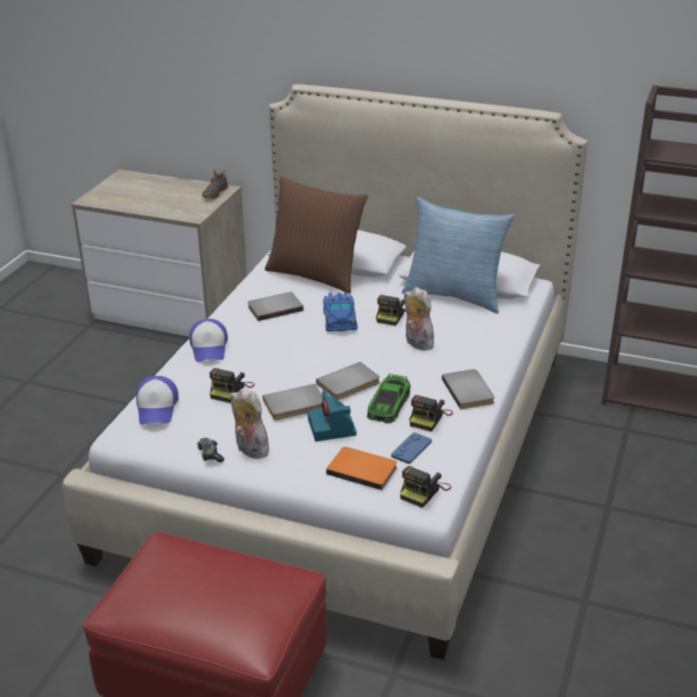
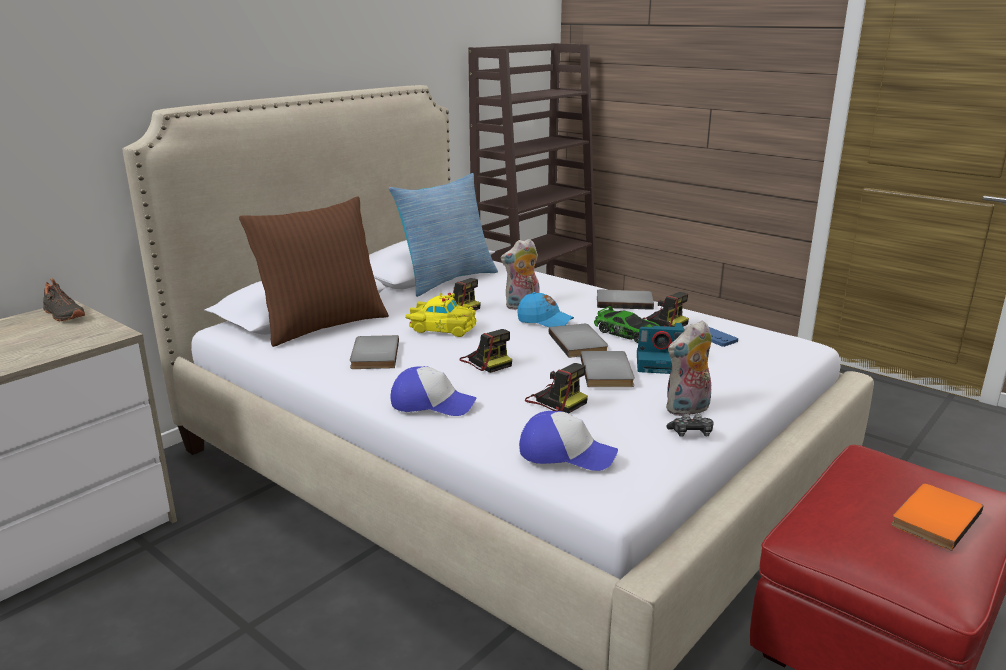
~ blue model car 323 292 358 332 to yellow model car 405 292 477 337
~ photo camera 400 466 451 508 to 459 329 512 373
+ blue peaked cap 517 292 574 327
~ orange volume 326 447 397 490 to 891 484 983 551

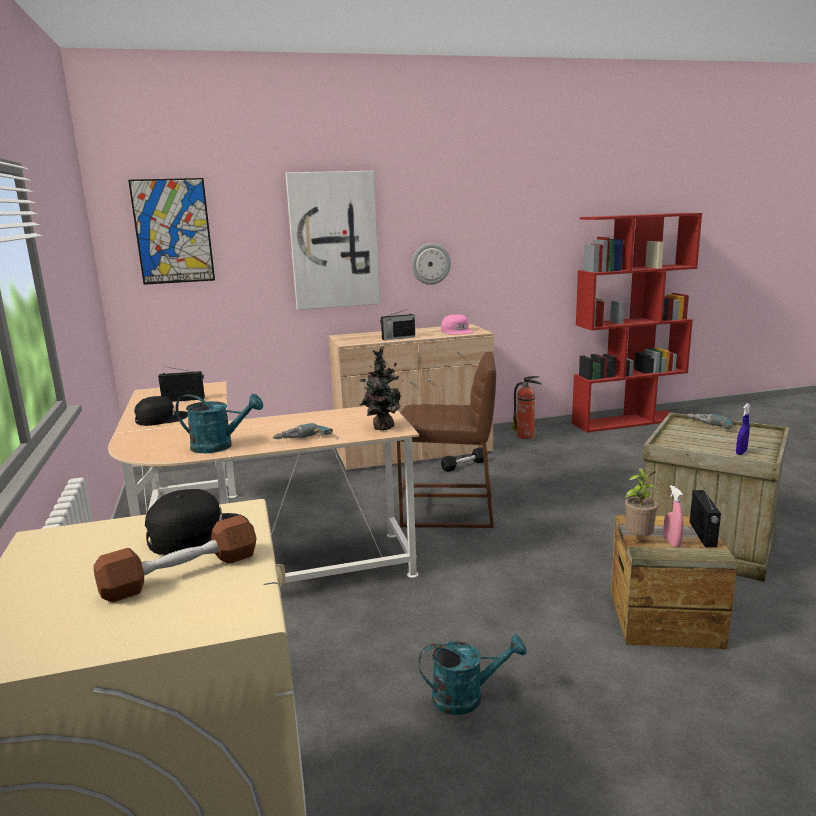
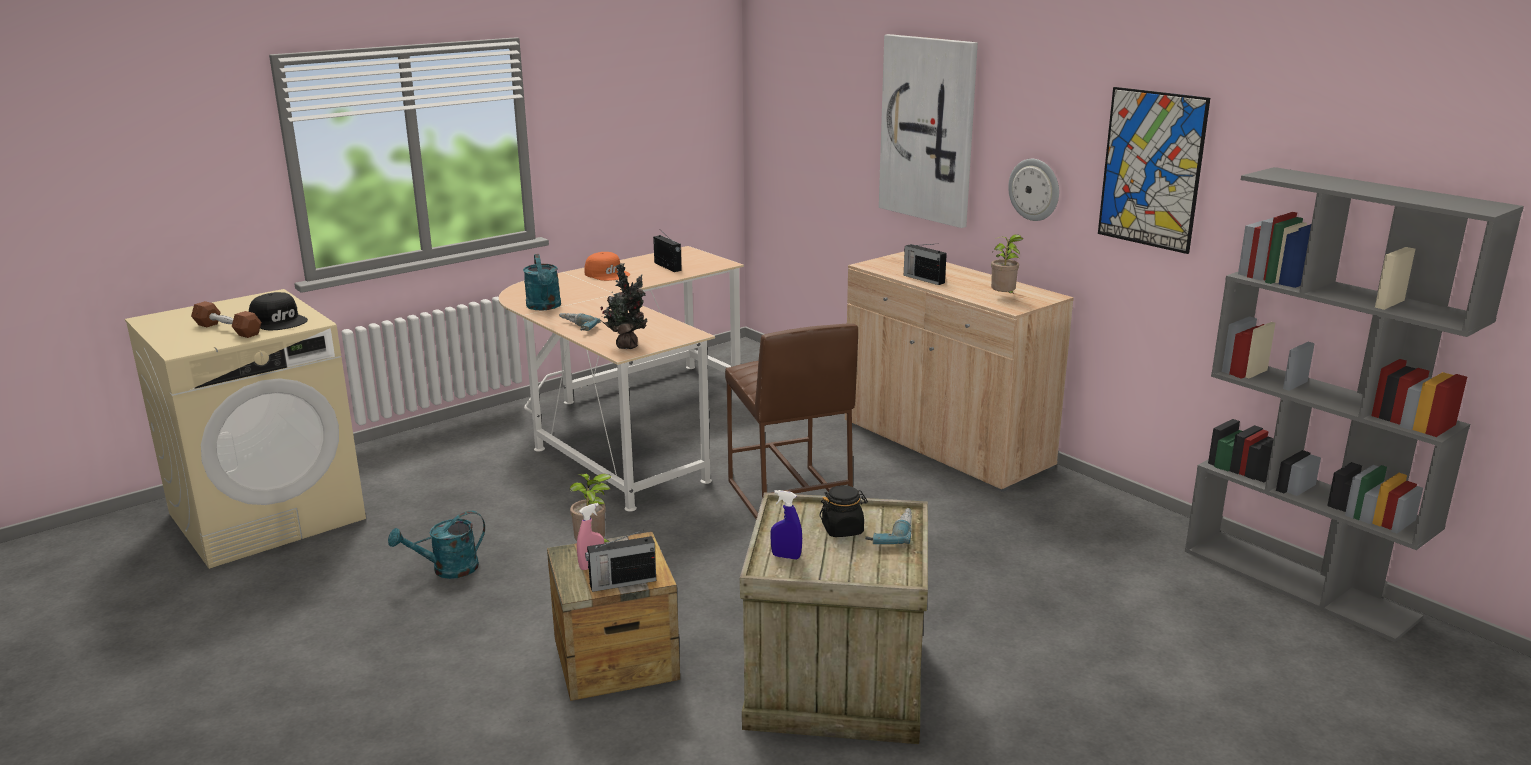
~ turquoise-coloured watering can 418 635 526 715 = 388 511 485 579 90 degrees clockwise
~ black peaked cap 134 396 188 426 to orange peaked cap 584 252 630 281
+ black preserve jar 819 485 868 537
~ pinkish peaked cap 441 314 474 335 to plant in a pot 991 234 1024 294
~ picture 128 178 215 285 to 1098 87 1210 254
~ red-coloured bookcase 572 213 702 433 to greyish bookcase 1185 167 1524 643
- black hand weight 441 447 488 472
- fire-fighting cylinder 512 376 542 439

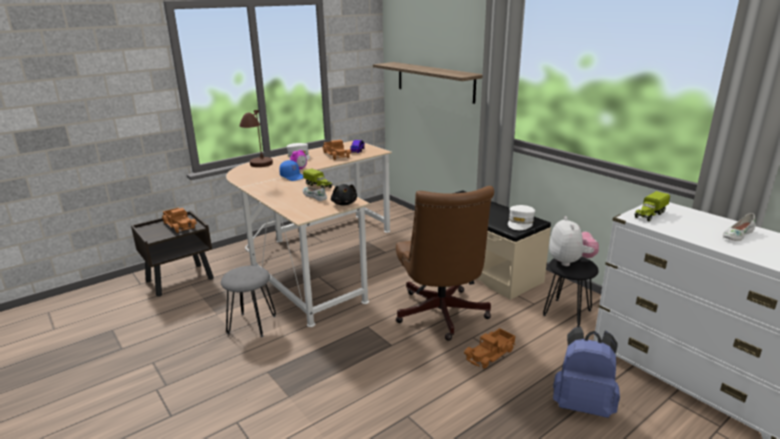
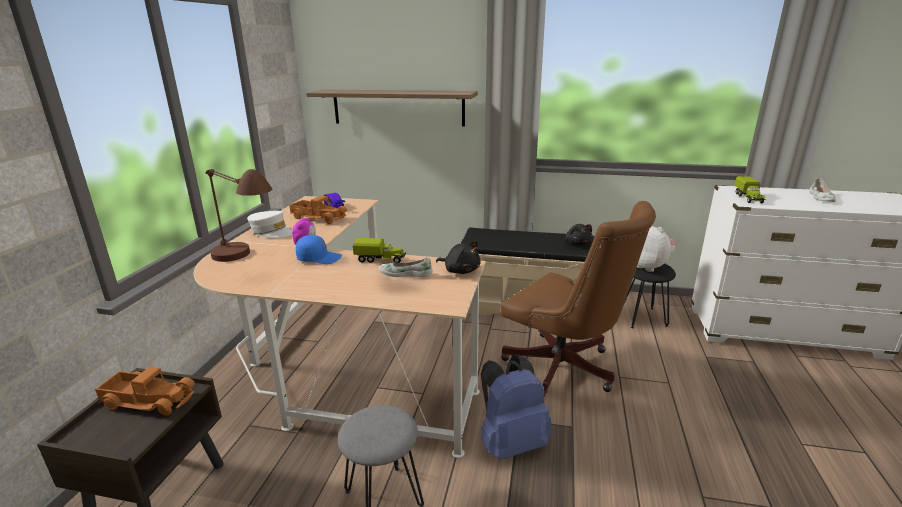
~ blue knapsack 553 326 620 418 to 481 355 552 460
~ whitish peaked cap 508 205 535 230 to black cuddly toy 565 224 592 245
- model truck 464 328 515 369

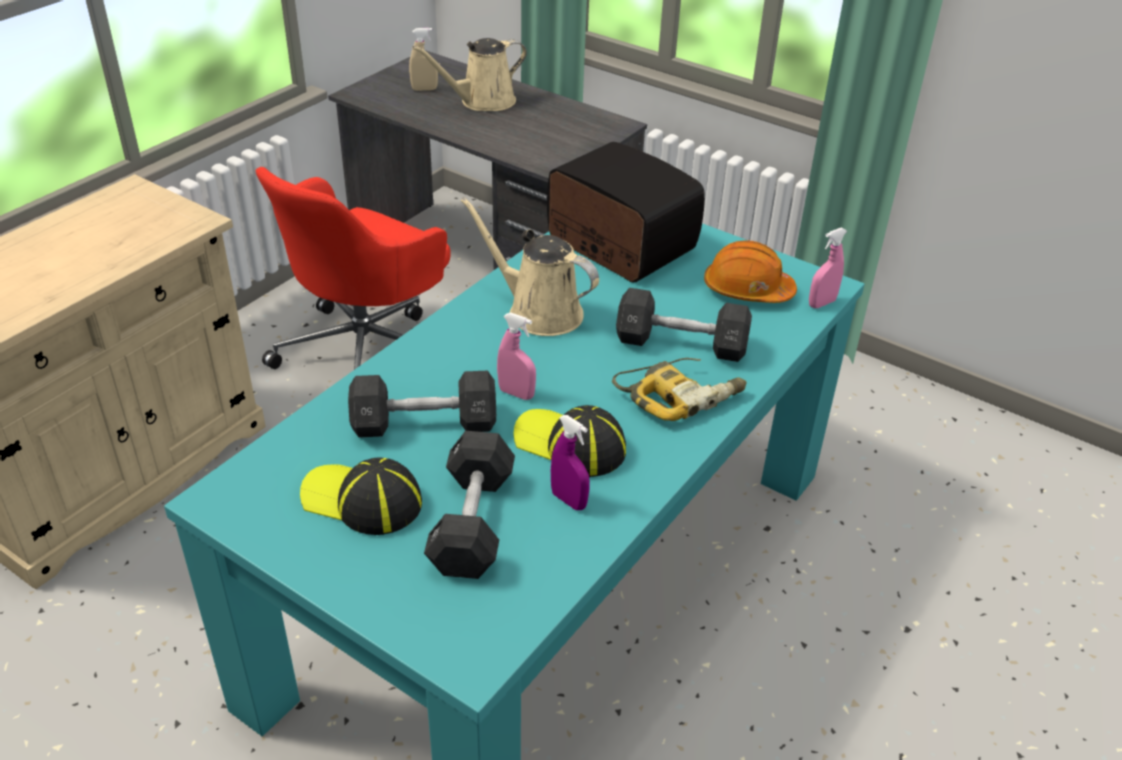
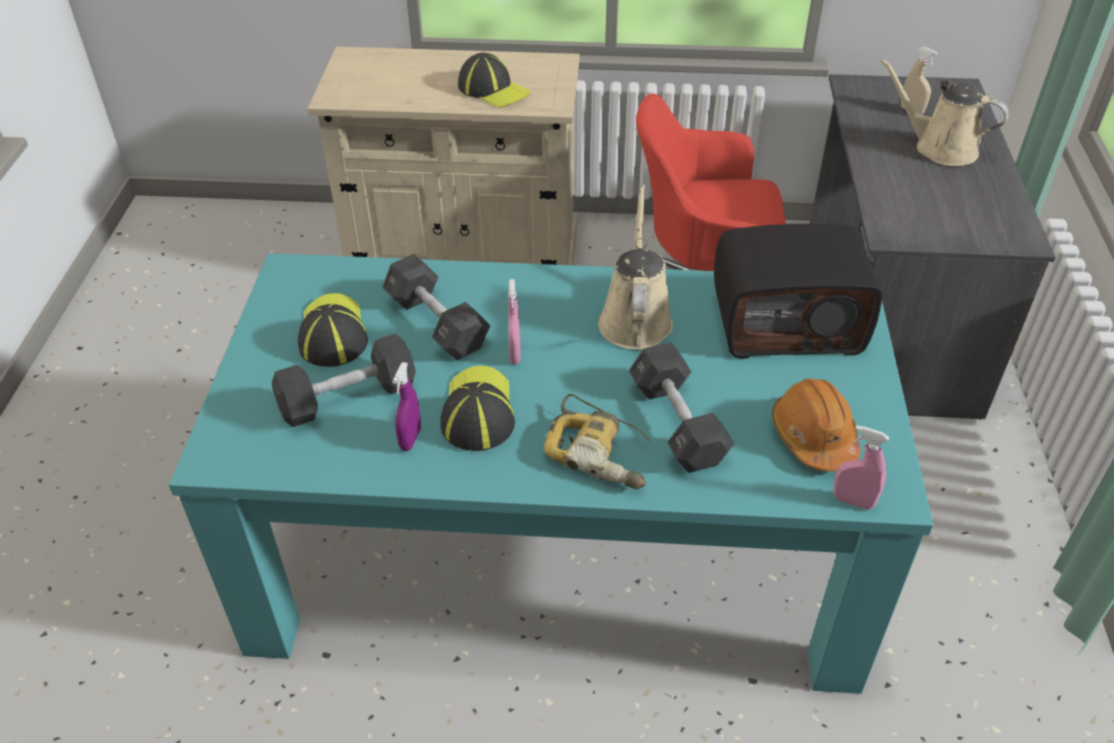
+ peaked cap 458 53 531 108
~ radio set 547 142 705 283 = 714 224 882 359 75 degrees clockwise

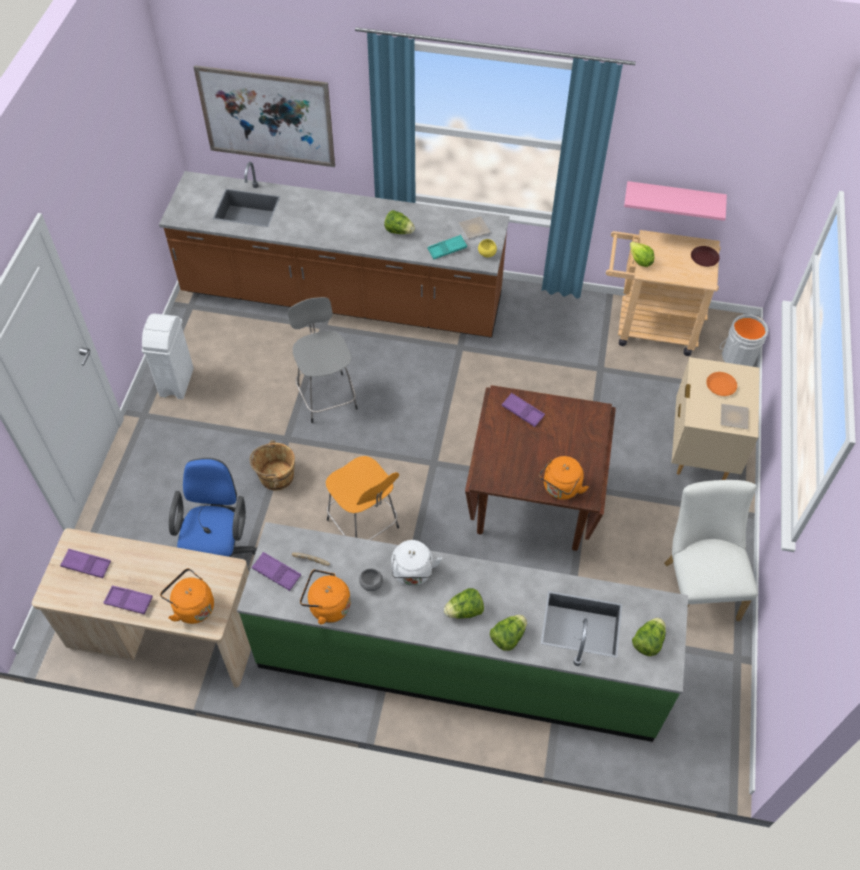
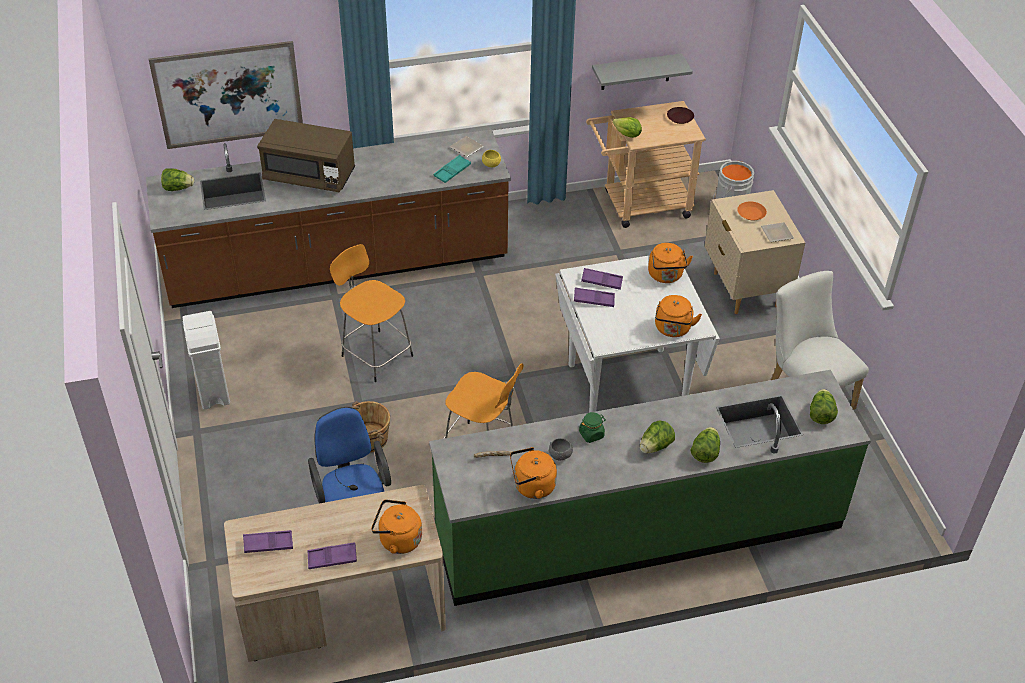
~ head of lettuce 384 210 415 234 to 161 168 194 191
+ brownish microwave oven 257 119 355 192
~ greyish stool seat 288 297 358 423 to orange stool seat 330 244 413 382
~ brownish kitchen table 465 385 616 551 to whitish kitchen table 556 255 720 413
~ purplish tray 252 552 301 591 to 574 288 615 307
~ whitish tea kettle 391 540 442 586 to green preserve jar 579 412 606 443
~ pinkish wall shelf 624 181 727 221 to greyish wall shelf 592 53 693 90
+ orange tea kettle 648 243 693 283

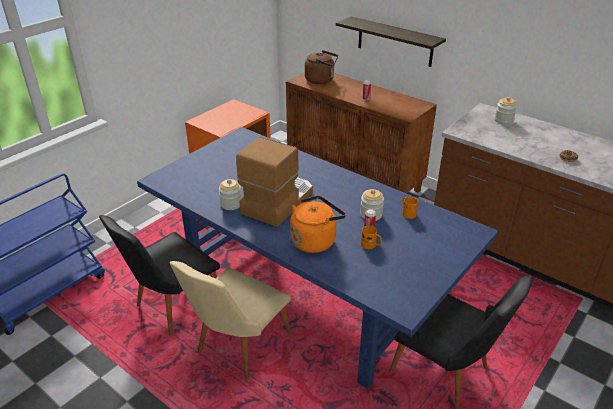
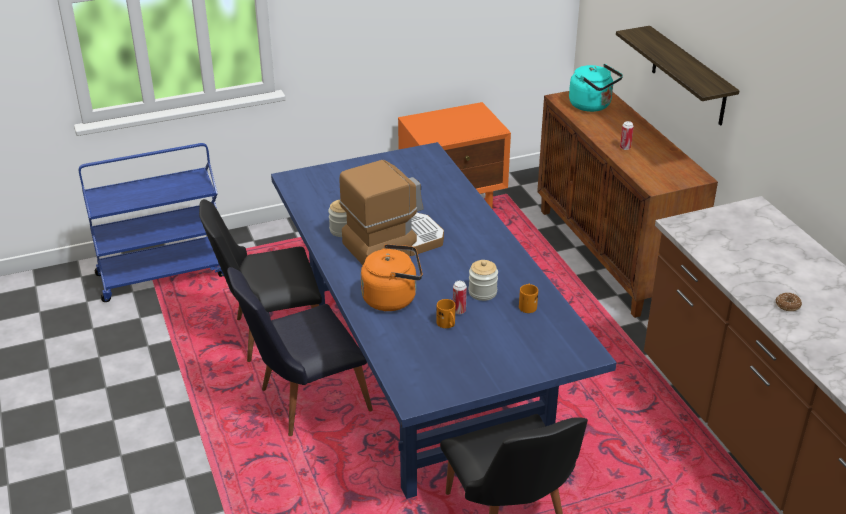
~ sand-coloured plain chair 169 261 292 380 to black plain chair 227 267 373 436
~ brownish tea kettle 305 50 338 84 to turquoise-coloured tea kettle 569 64 623 112
- preserve jar 495 97 517 125

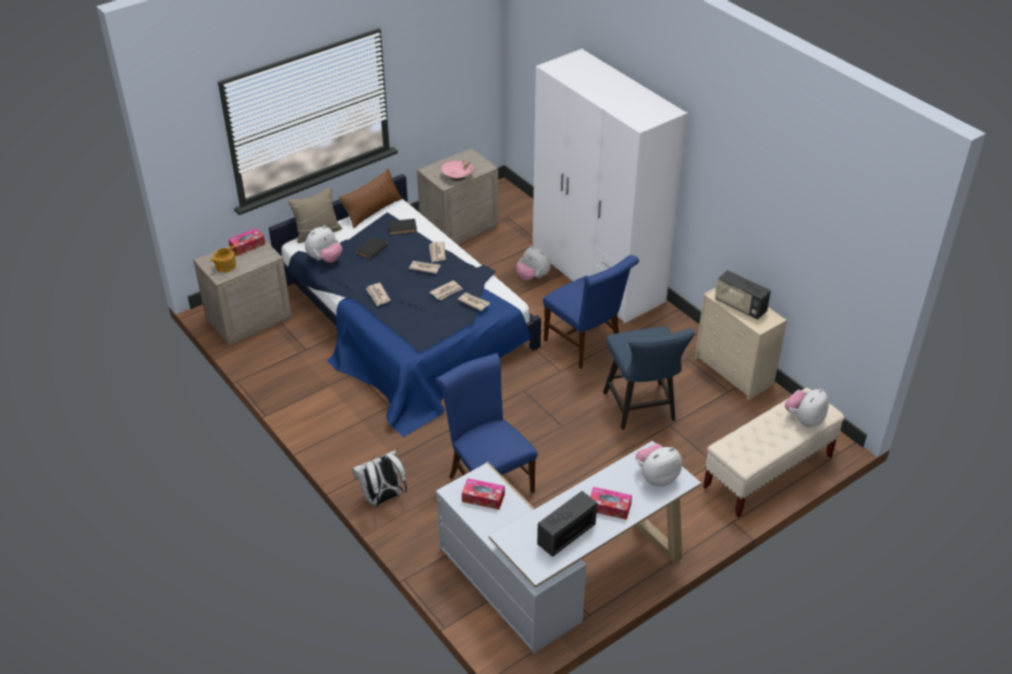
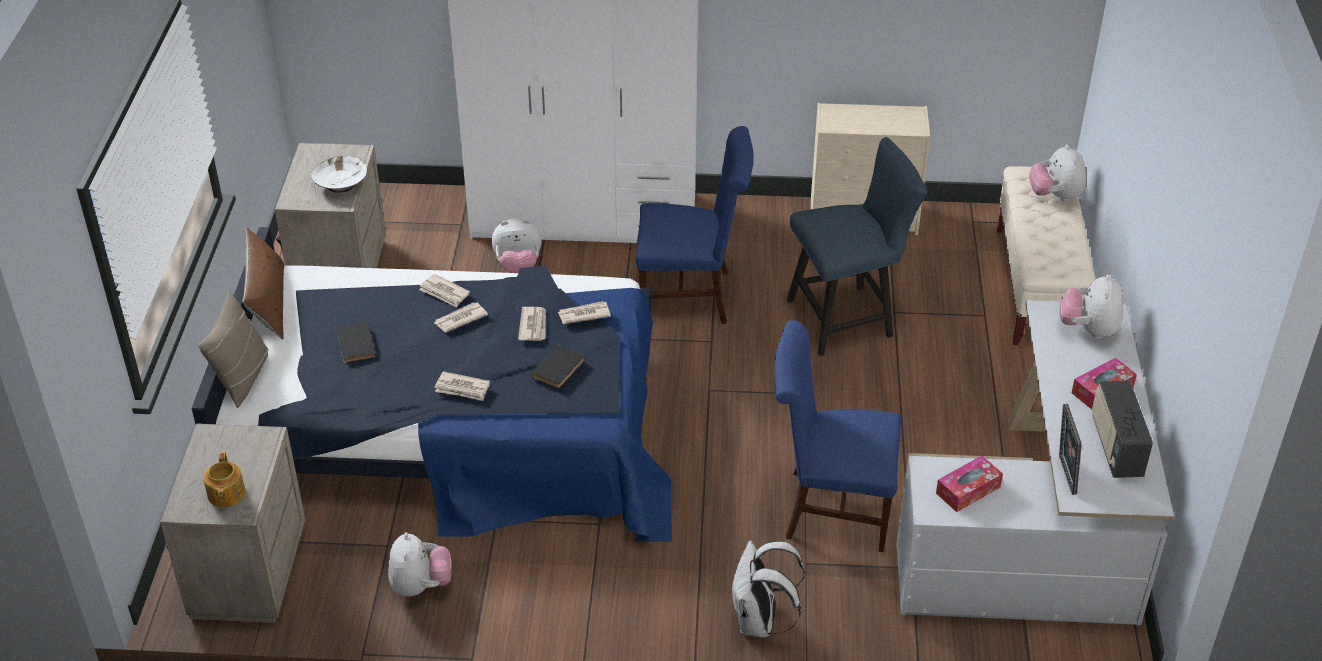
~ pinkish bowl 441 160 474 181 to whitish bowl 311 156 367 193
~ cuddly toy 305 225 342 263 to 388 532 452 596
~ black volume 388 219 417 234 to 531 345 584 388
~ blue plain chair 603 327 695 430 = 787 137 927 356 45 degrees counterclockwise
+ picture frame 1059 404 1082 495
- tissue holder 228 228 265 255
- radio set 715 270 771 320

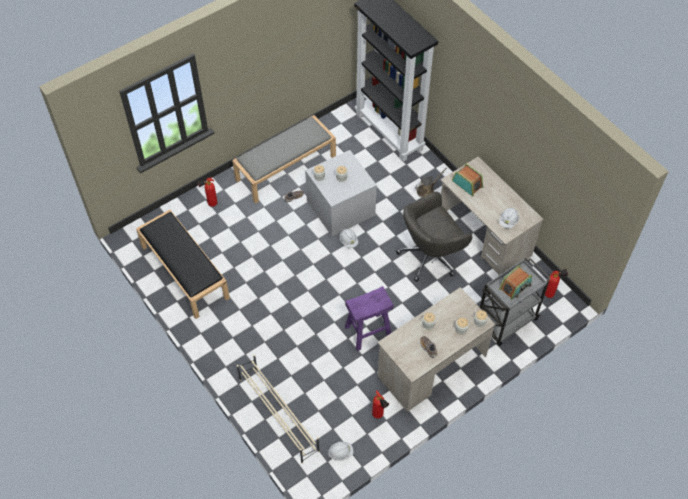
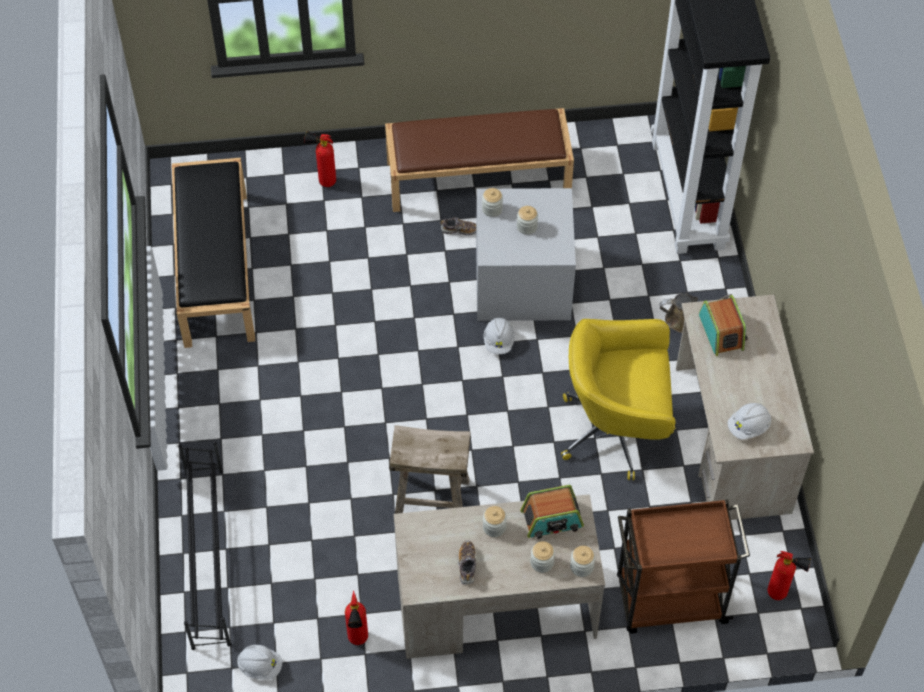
~ sand-coloured shoe rack 237 354 320 463 to black shoe rack 178 441 231 650
~ greyish indoor bench 232 115 336 204 to brownish indoor bench 385 108 574 212
~ purplish stool seat 345 286 394 351 to sand-coloured stool seat 389 425 471 514
~ radio set 499 265 532 300 to 520 485 584 539
~ greyish office chair 396 192 472 282 to yellow office chair 561 319 675 480
~ greyish cart 480 258 551 346 to brownish cart 617 499 750 634

